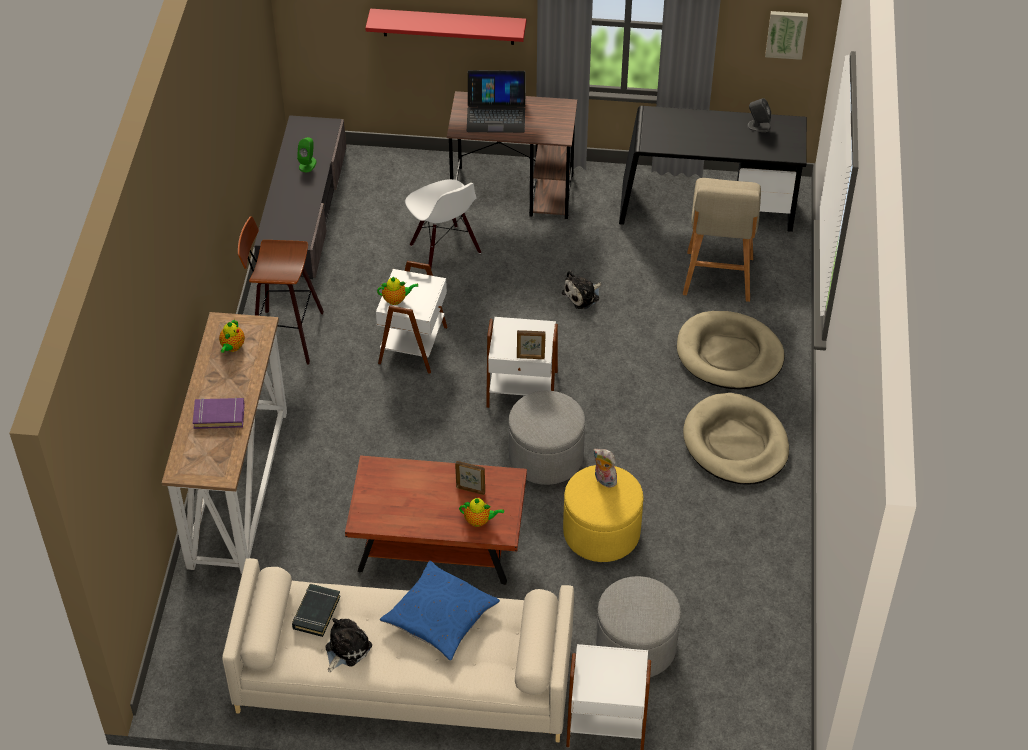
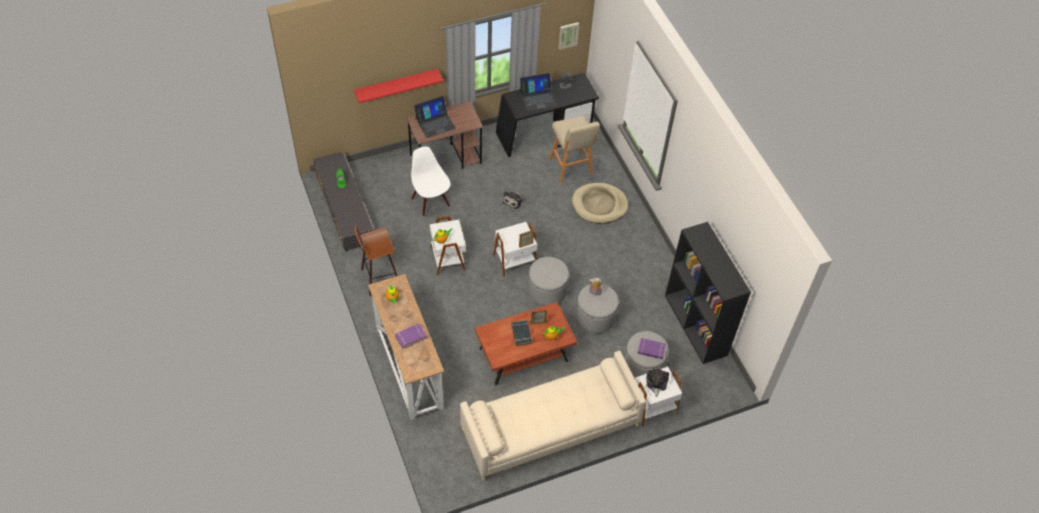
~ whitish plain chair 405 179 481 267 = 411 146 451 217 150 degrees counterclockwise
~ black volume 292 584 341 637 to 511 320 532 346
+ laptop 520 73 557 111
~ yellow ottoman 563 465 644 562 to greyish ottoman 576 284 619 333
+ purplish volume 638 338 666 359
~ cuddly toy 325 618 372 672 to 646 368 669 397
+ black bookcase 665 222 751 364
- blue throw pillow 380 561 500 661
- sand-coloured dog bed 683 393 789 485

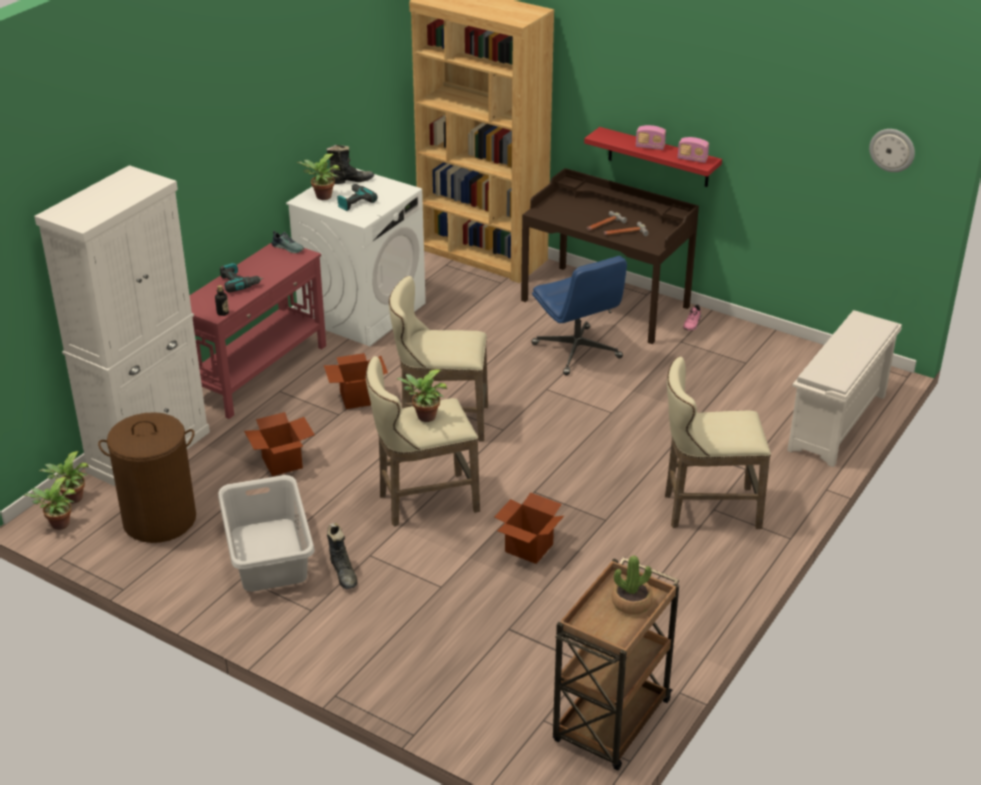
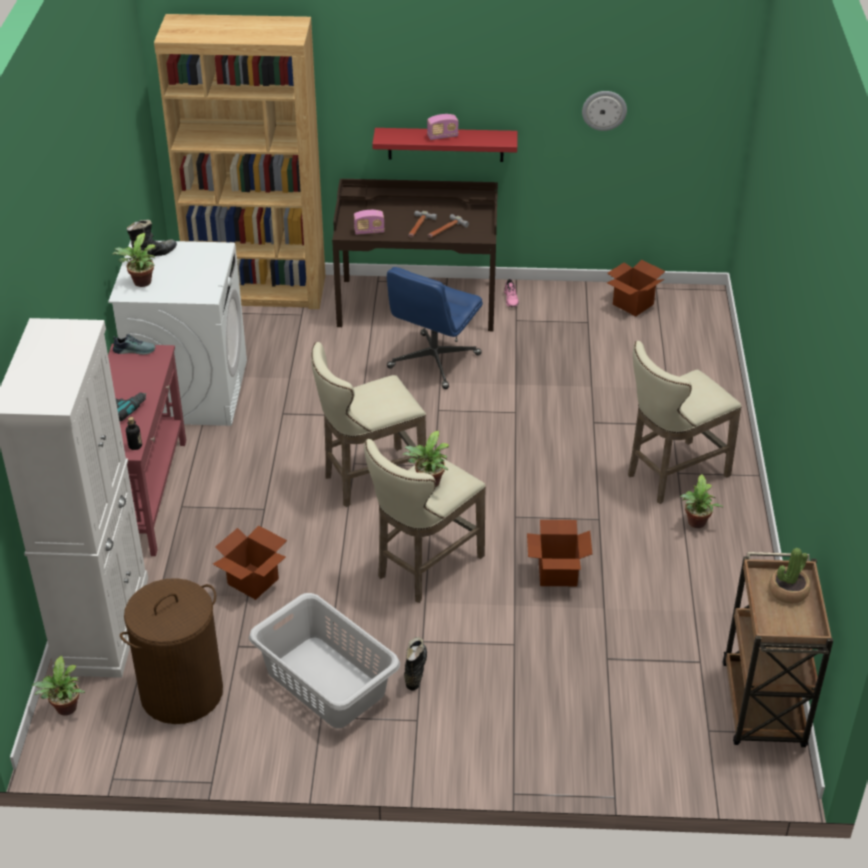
~ radio set 678 137 709 163 to 354 210 385 235
~ blue office chair 532 256 627 375 = 387 267 483 389 90 degrees clockwise
~ black high-top boot 327 523 357 589 = 404 637 427 691 120 degrees counterclockwise
~ clock on the wall 869 129 915 172 to 582 91 627 131
~ carton 324 353 388 409 to 607 260 665 316
~ plant in a pot 23 477 76 530 to 680 474 723 528
- drill 337 184 378 211
- whitish shoe rack 787 310 902 467

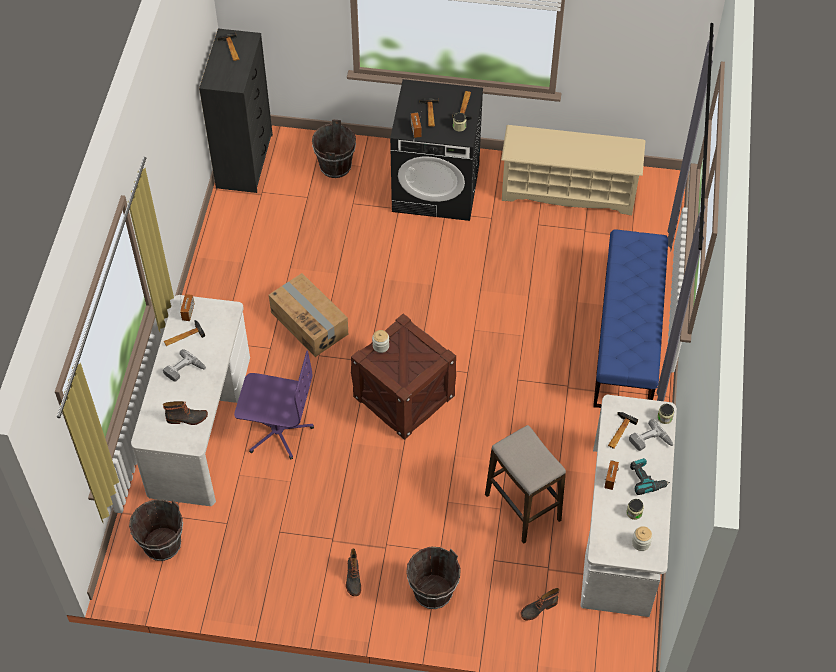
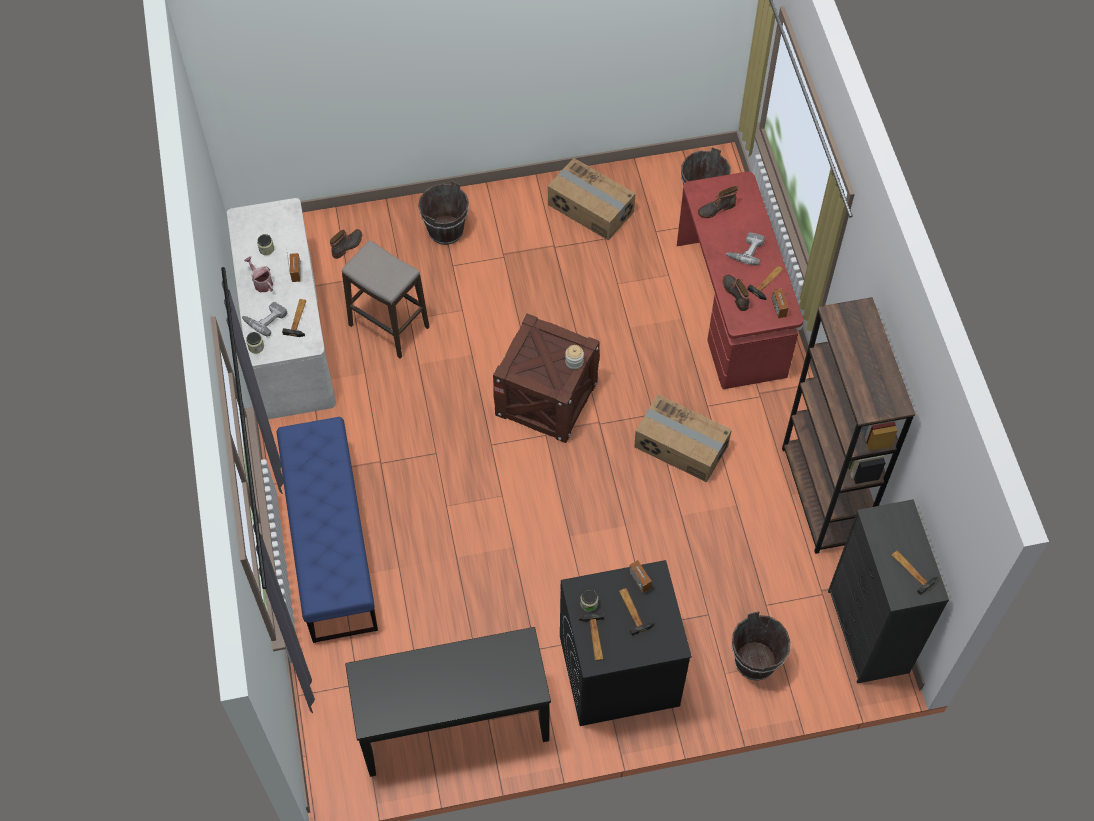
~ drill 630 458 670 495 to watering can 244 256 273 292
~ sand-coloured shoe rack 501 125 645 215 to black hall table 345 627 551 777
+ carton 548 158 636 241
~ whitish desk table 131 295 250 506 to red-coloured desk table 677 172 804 389
~ high-top boot 346 548 361 596 to 723 275 749 311
+ brownish bookcase 782 297 915 554
- purplish office chair 234 351 314 460
- preserve jar 632 526 653 551

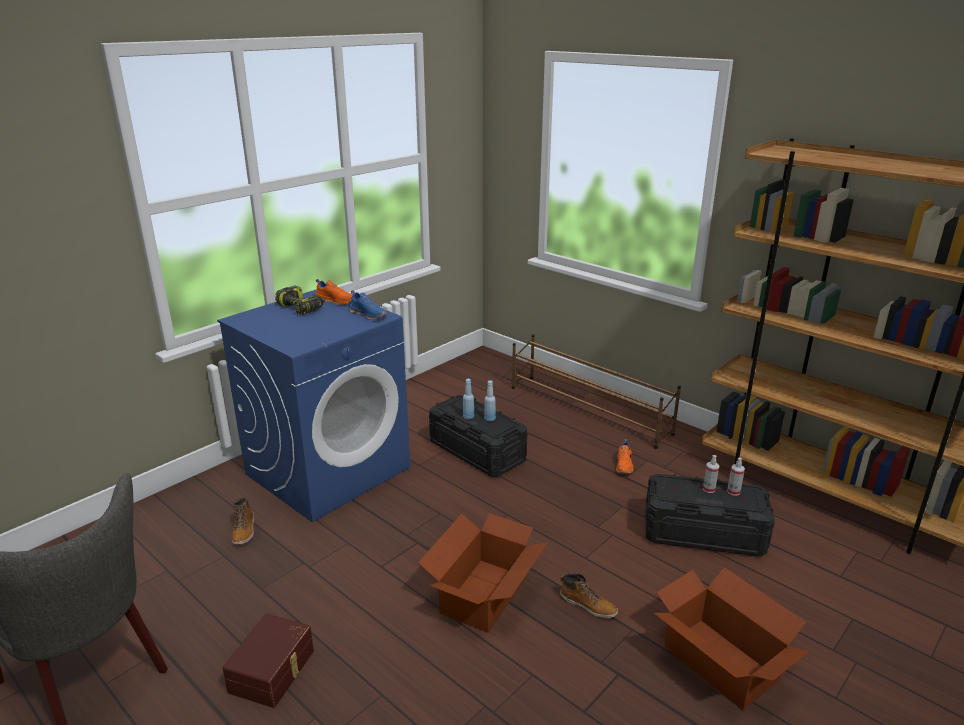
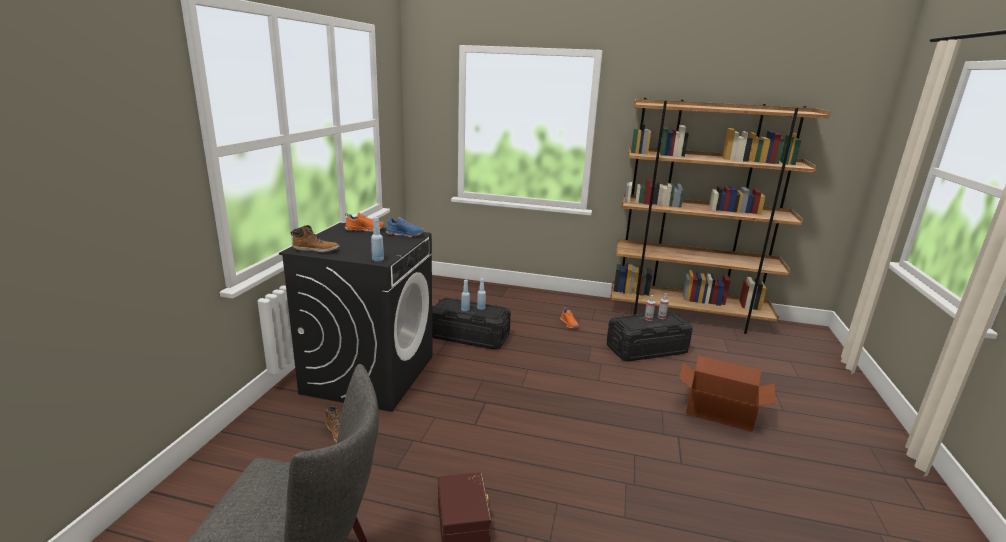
~ blue washing machine 217 289 410 522 to black washing machine 279 223 433 412
~ high-top boot 560 573 618 618 to 291 225 340 253
+ blue beverage bottle 371 217 384 262
- drill 275 286 325 315
- carton 418 513 548 633
- brownish shoe rack 512 334 681 449

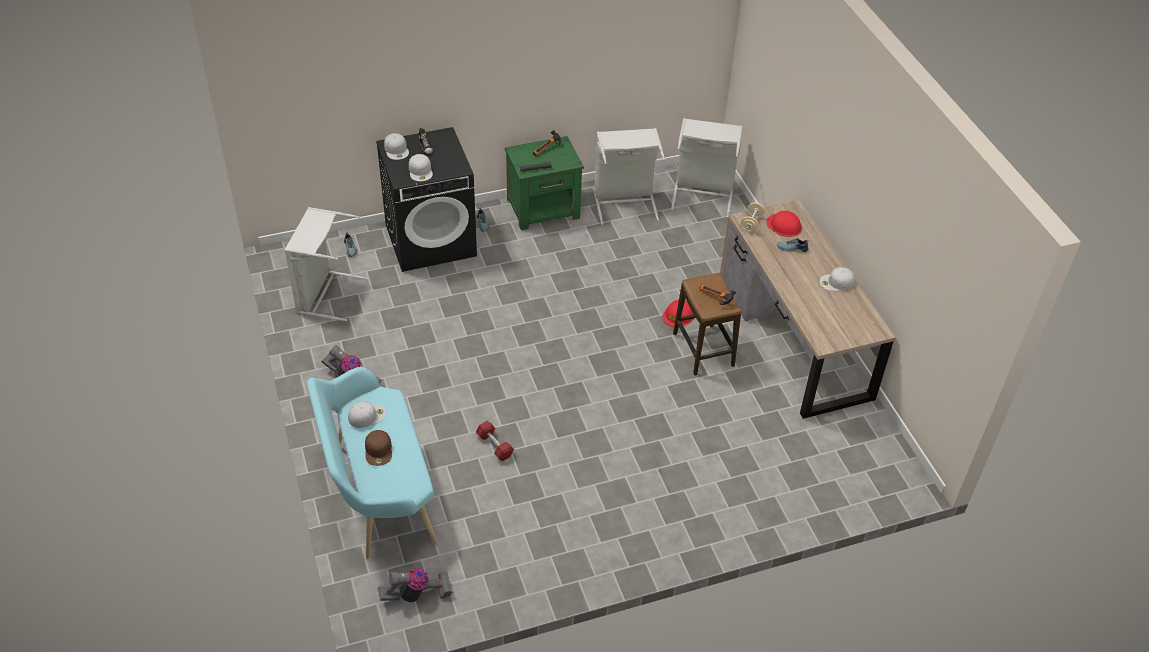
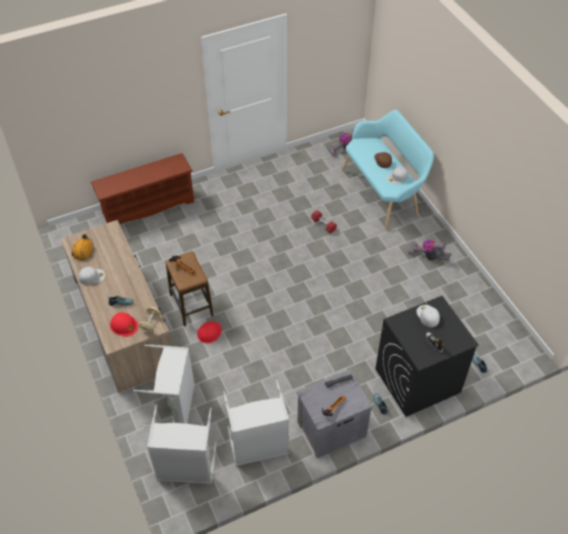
+ orange hard hat 71 234 94 260
+ brownish shoe rack 91 153 194 224
~ greyish hamper 284 207 367 321 to 133 344 195 427
~ green bedside table 505 136 584 230 to greyish bedside table 296 370 373 458
- whitish peaked cap 384 133 409 160

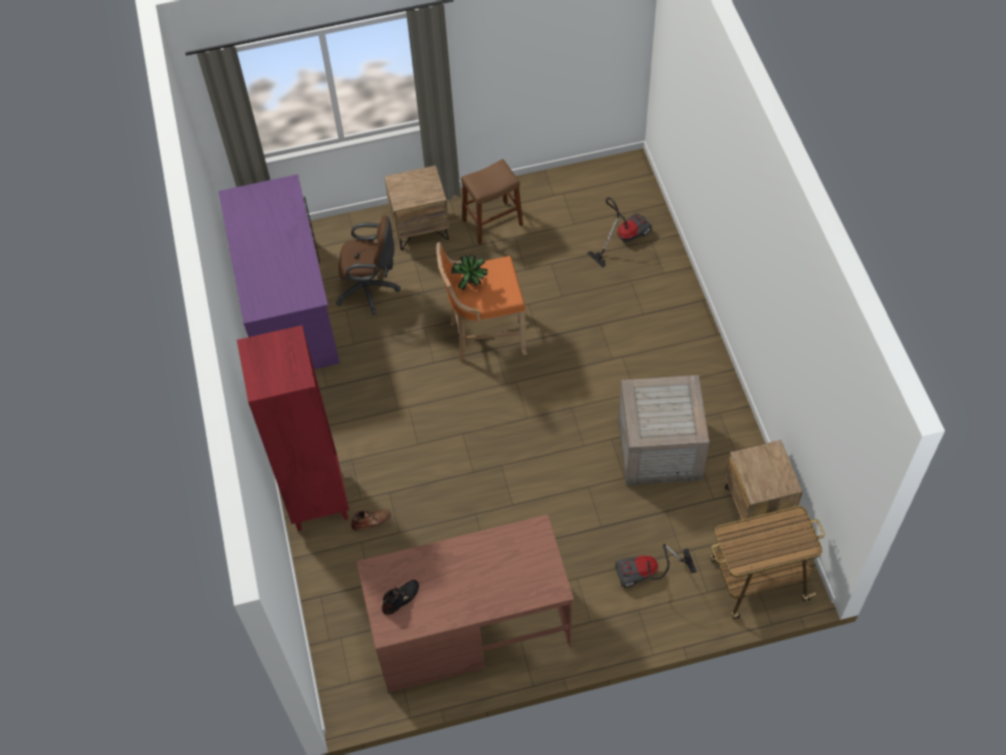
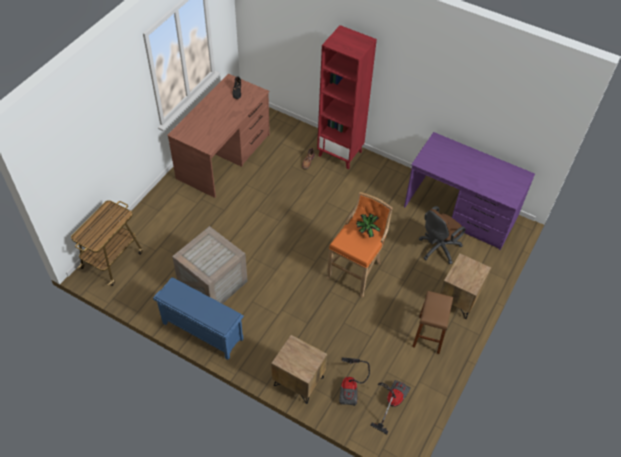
+ blue shoe rack 153 277 244 360
~ brownish bedside table 725 440 803 536 to 271 335 327 404
~ hoover 615 544 697 587 to 370 380 411 434

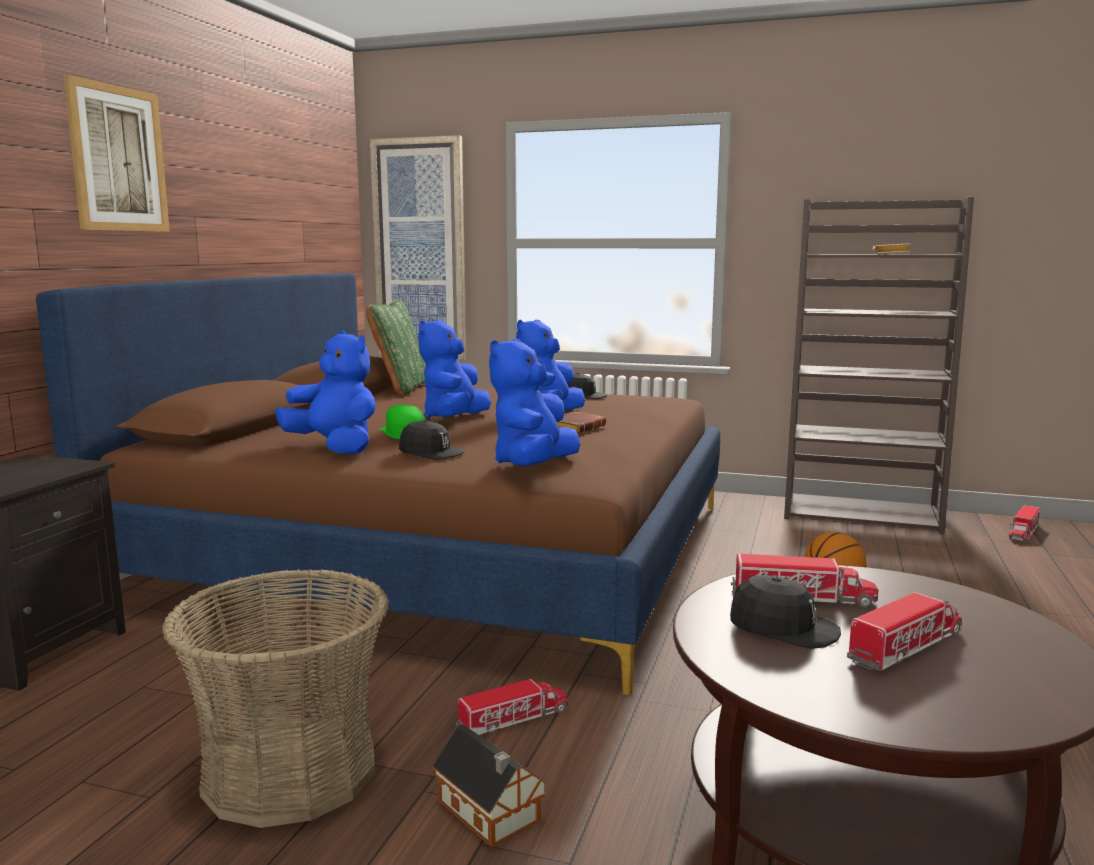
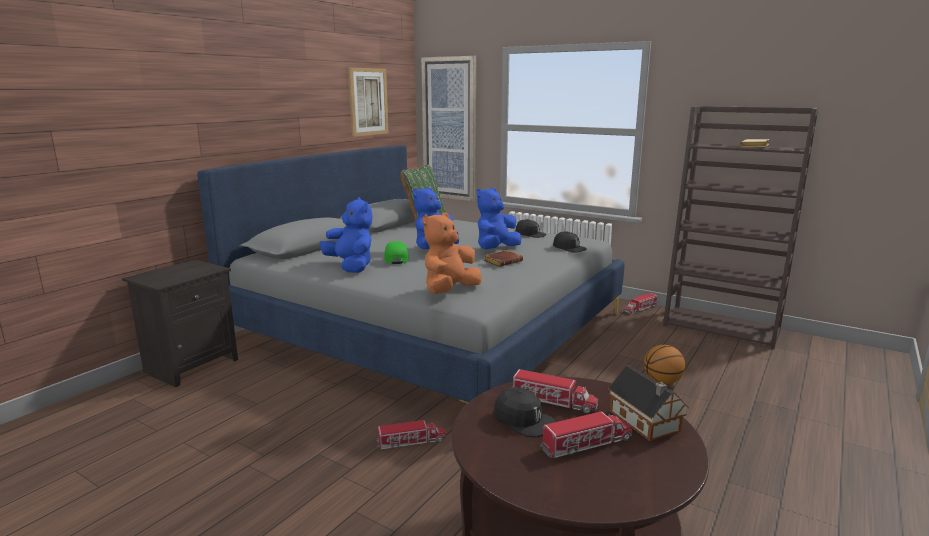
~ brownish sleeping bed 36 273 720 695 to greyish sleeping bed 197 145 625 404
~ picture 63 74 170 232 to 348 67 389 137
~ blue cuddly toy 489 339 580 466 to orange cuddly toy 422 212 482 294
~ black peaked cap 399 420 464 460 to 553 232 587 253
~ model house 432 724 548 847 to 608 365 689 441
~ model truck 1009 505 1040 542 to 624 293 657 314
- basket 162 569 389 828

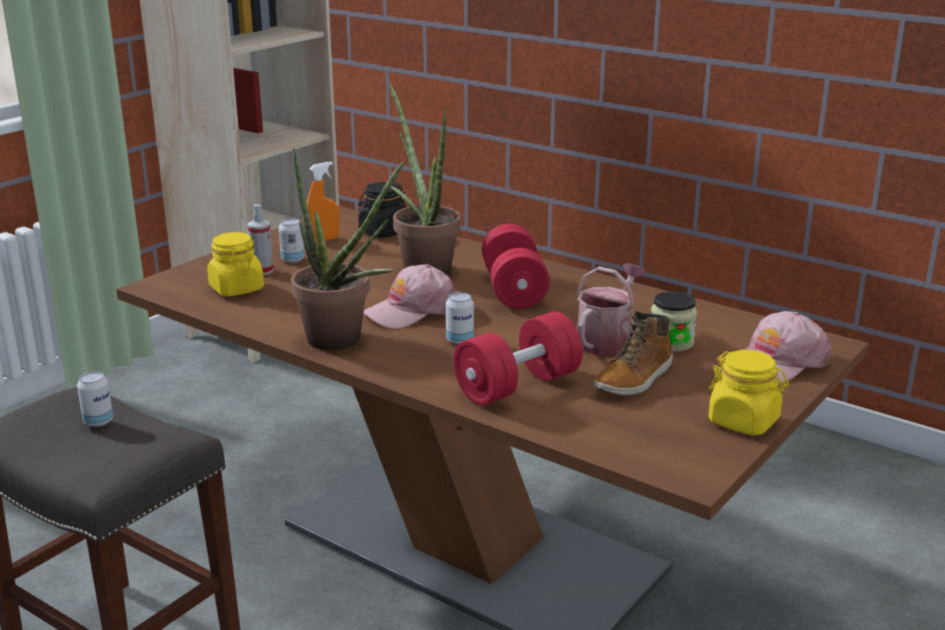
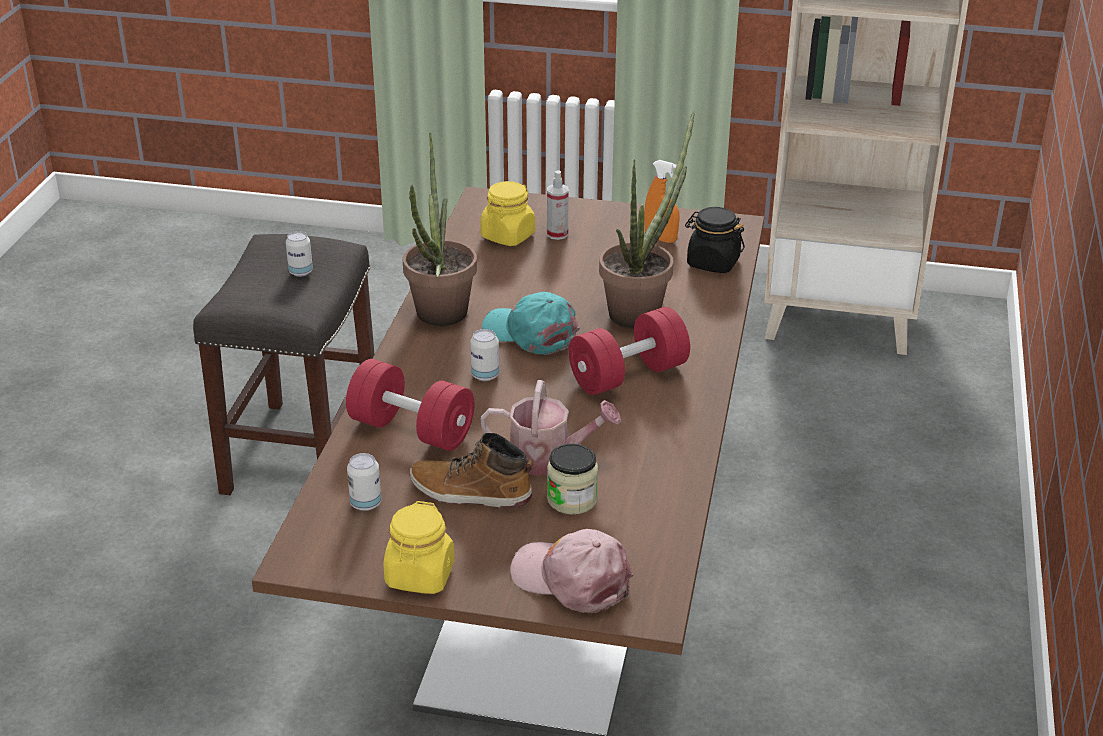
~ metal can 279 219 304 263 to 347 453 381 511
~ pinkish peaked cap 363 264 458 329 to turquoise-coloured peaked cap 482 292 580 355

